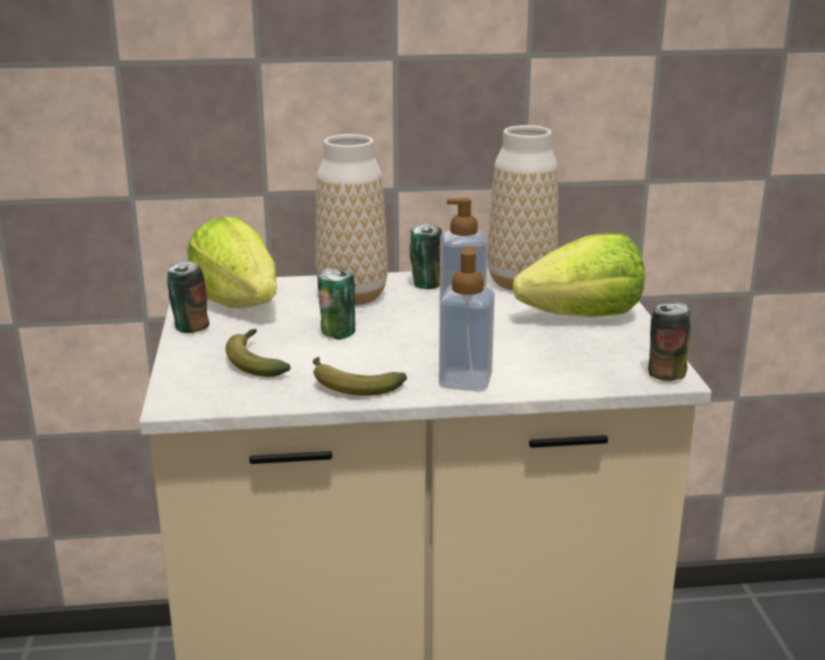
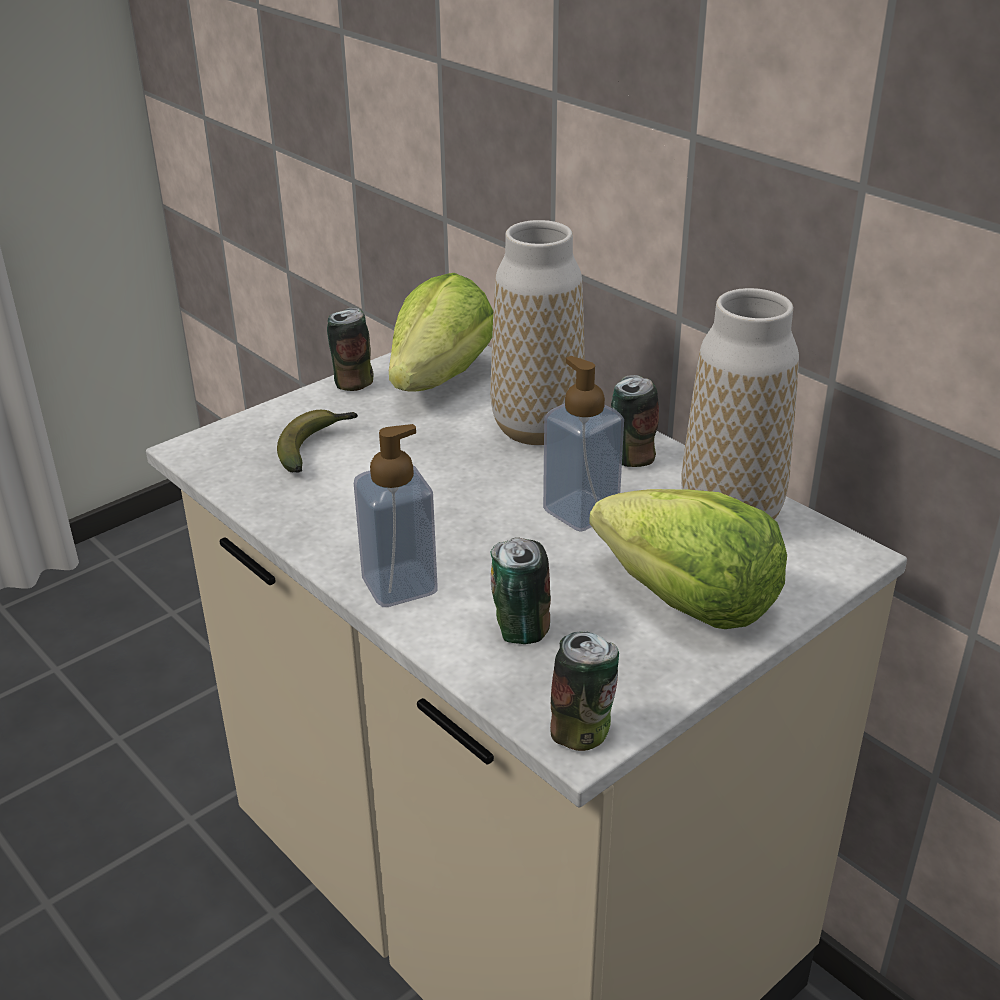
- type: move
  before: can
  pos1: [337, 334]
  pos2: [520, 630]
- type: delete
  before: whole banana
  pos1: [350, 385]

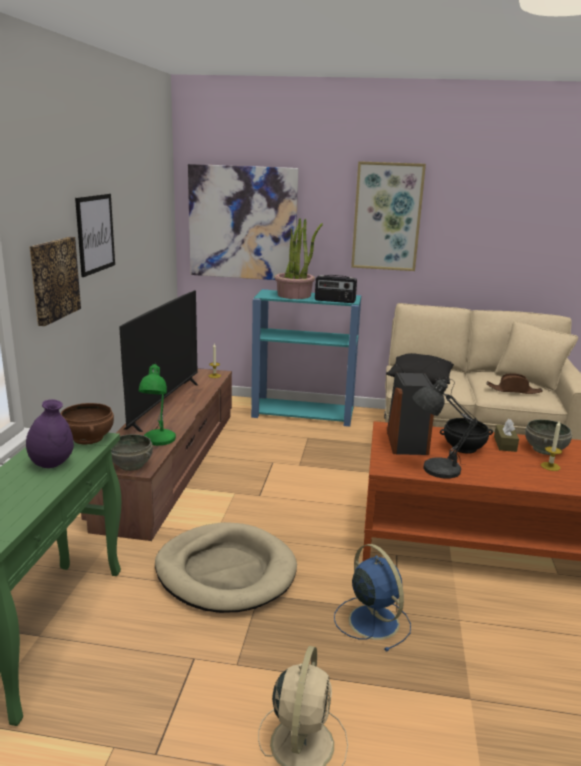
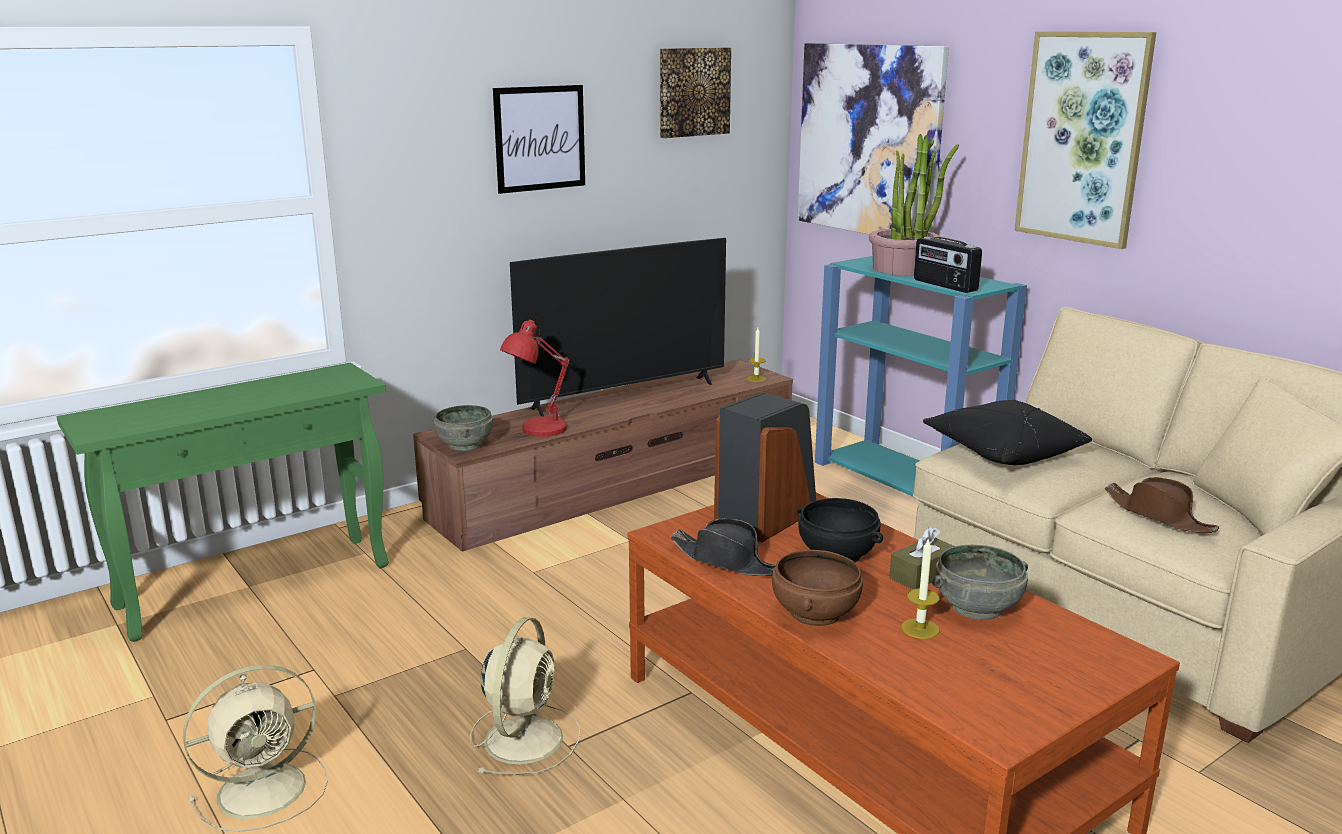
- type: move
  before: picture
  pos1: [53, 279]
  pos2: [693, 92]
- type: recolor
  before: greenish table lamp
  after: reddish table lamp
  pos1: [158, 441]
  pos2: [539, 430]
- type: replace
  before: gray table lamp
  after: black-coloured hat
  pos1: [436, 469]
  pos2: [727, 561]
- type: delete
  before: purple vase
  pos1: [52, 464]
- type: move
  before: brown bowl
  pos1: [87, 438]
  pos2: [814, 613]
- type: delete
  before: beige pet bed
  pos1: [225, 571]
- type: recolor
  before: bluish cooling fan
  after: beige cooling fan
  pos1: [372, 620]
  pos2: [525, 737]

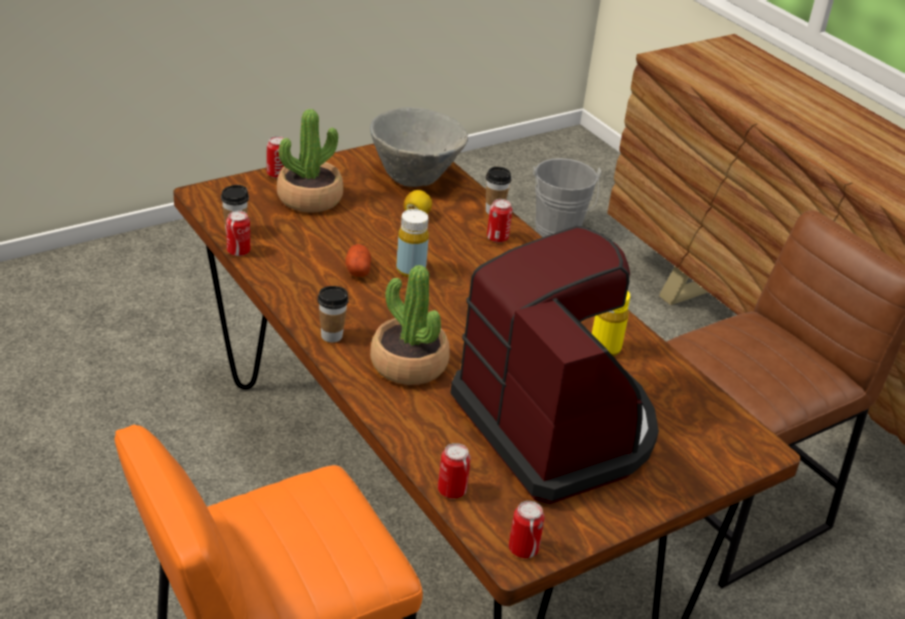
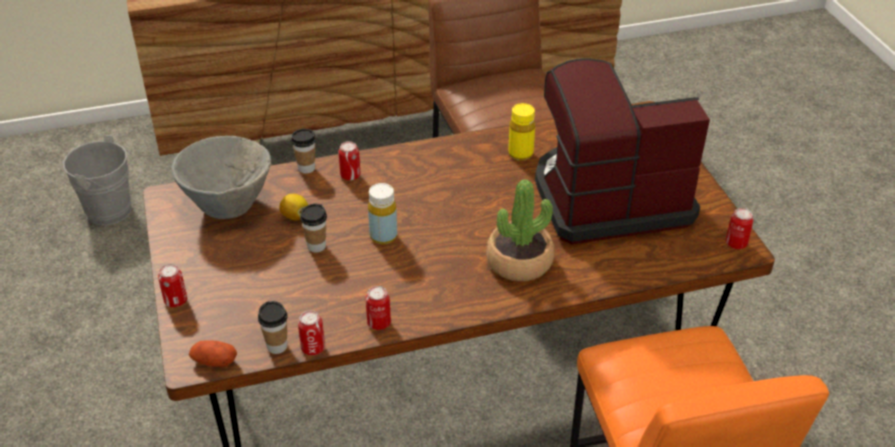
- type: delete
  before: houseplant
  pos1: [309, 198]
- type: move
  before: whole potato
  pos1: [357, 269]
  pos2: [214, 361]
- type: move
  before: cup
  pos1: [331, 336]
  pos2: [316, 246]
- type: move
  before: can
  pos1: [452, 490]
  pos2: [379, 323]

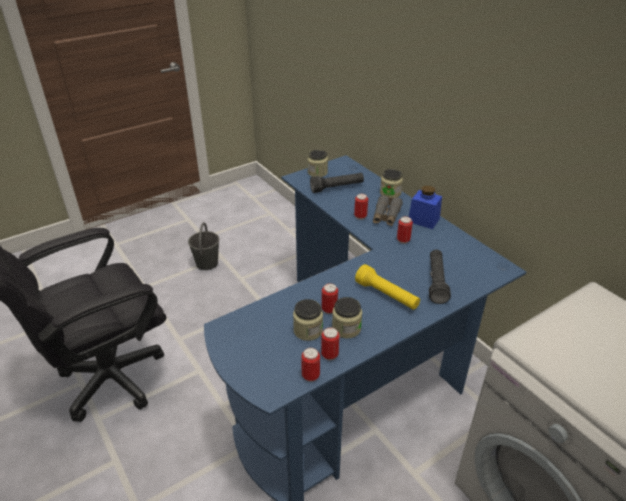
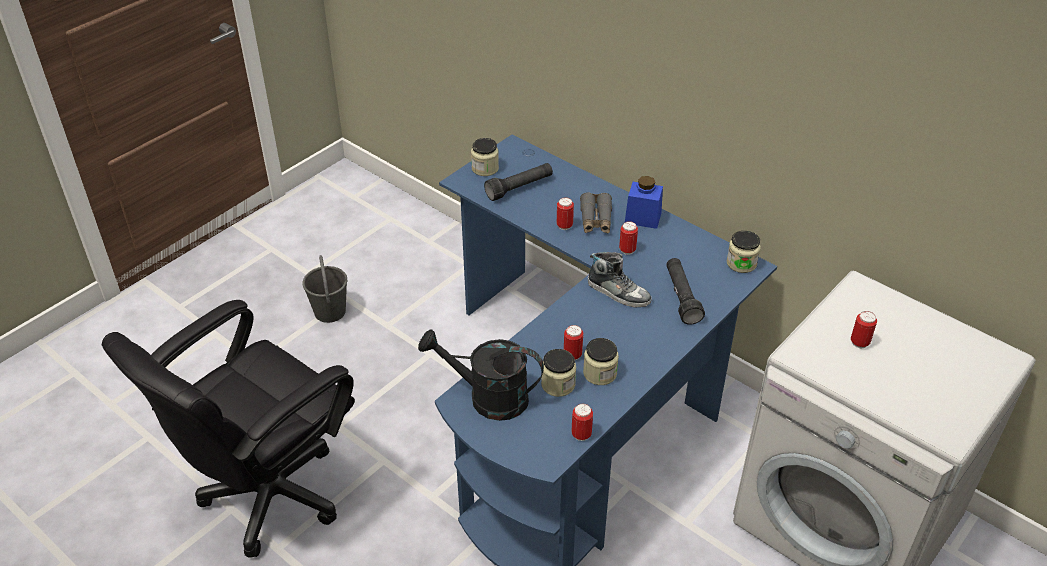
- type: move
  before: preserve jar
  pos1: [390, 193]
  pos2: [741, 263]
- type: delete
  before: yellow-coloured flashlight
  pos1: [387, 295]
- type: move
  before: can
  pos1: [329, 355]
  pos2: [859, 342]
- type: insert
  after: item of footwear
  pos2: [618, 292]
- type: insert
  after: black-coloured watering pot
  pos2: [488, 397]

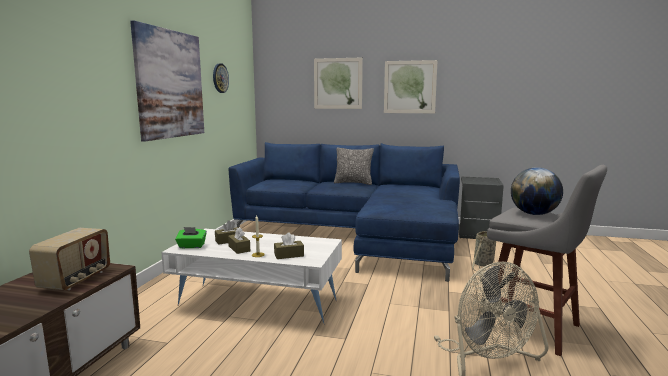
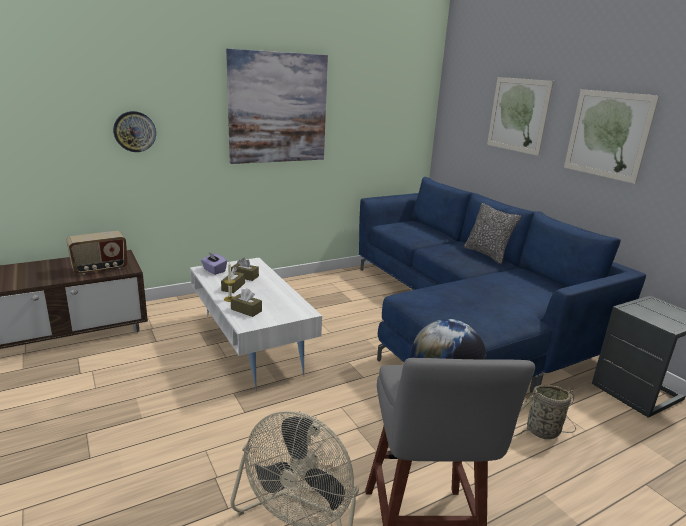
- type: move
  before: wall clock
  pos1: [220, 78]
  pos2: [134, 131]
- type: recolor
  before: greenish box of tissues
  after: purple box of tissues
  pos1: [191, 246]
  pos2: [214, 270]

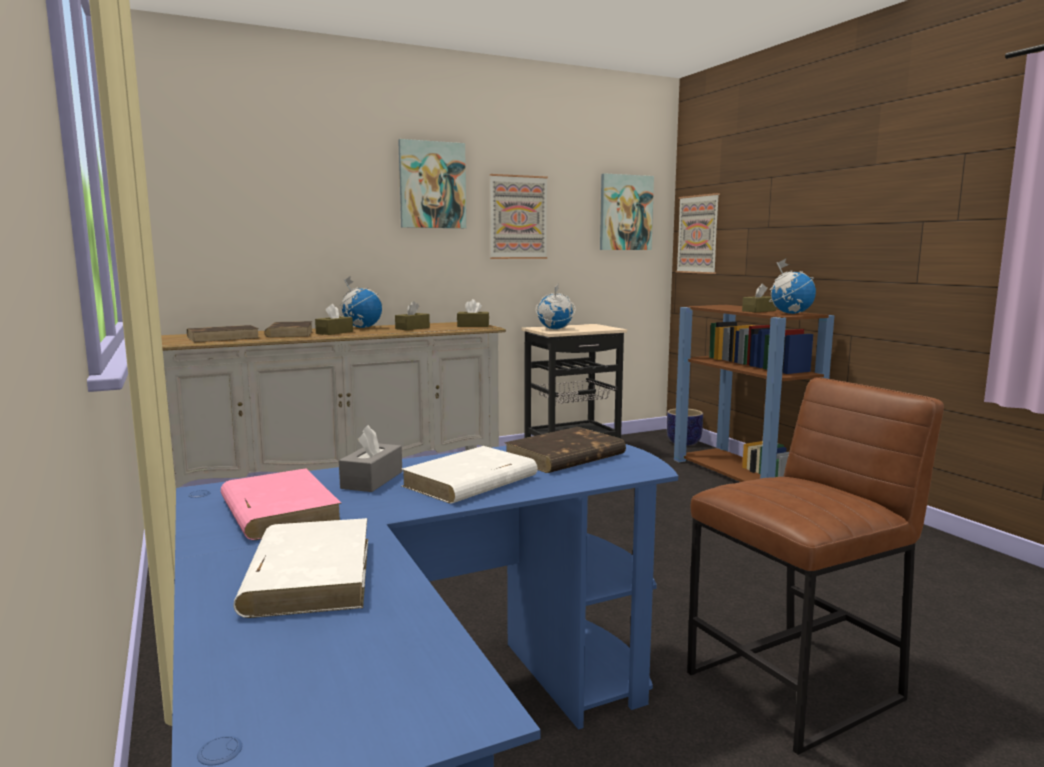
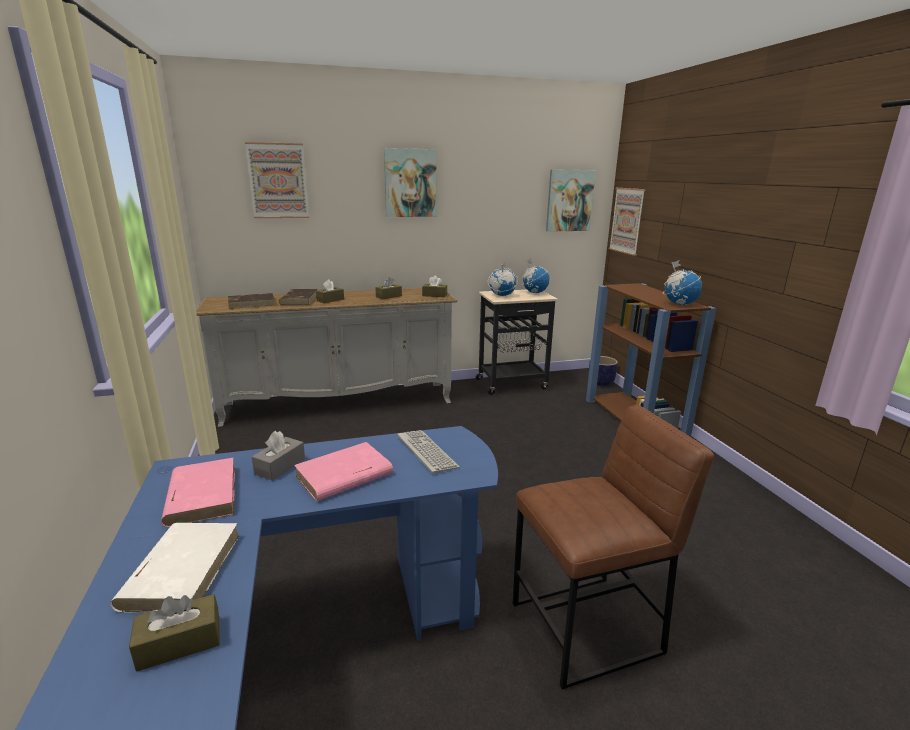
- type: move
  before: picture
  pos1: [518, 217]
  pos2: [278, 181]
- type: move
  before: globe
  pos1: [362, 327]
  pos2: [534, 292]
- type: move
  before: brown box of tissues
  pos1: [759, 311]
  pos2: [180, 643]
- type: replace
  before: brown bound book
  after: computer keyboard
  pos1: [564, 456]
  pos2: [427, 452]
- type: recolor
  before: whitish bound book
  after: pinkish bound book
  pos1: [469, 481]
  pos2: [343, 476]

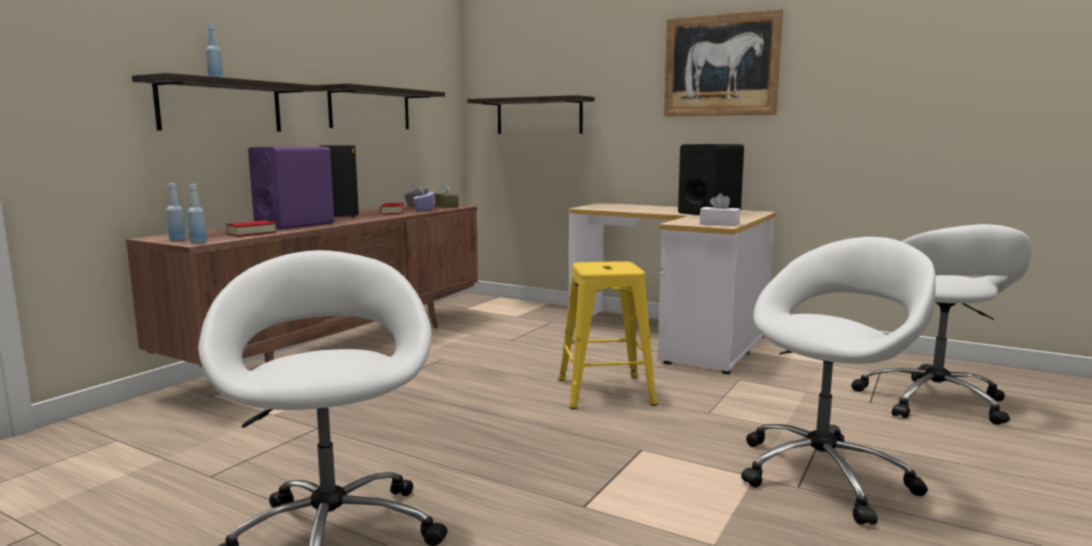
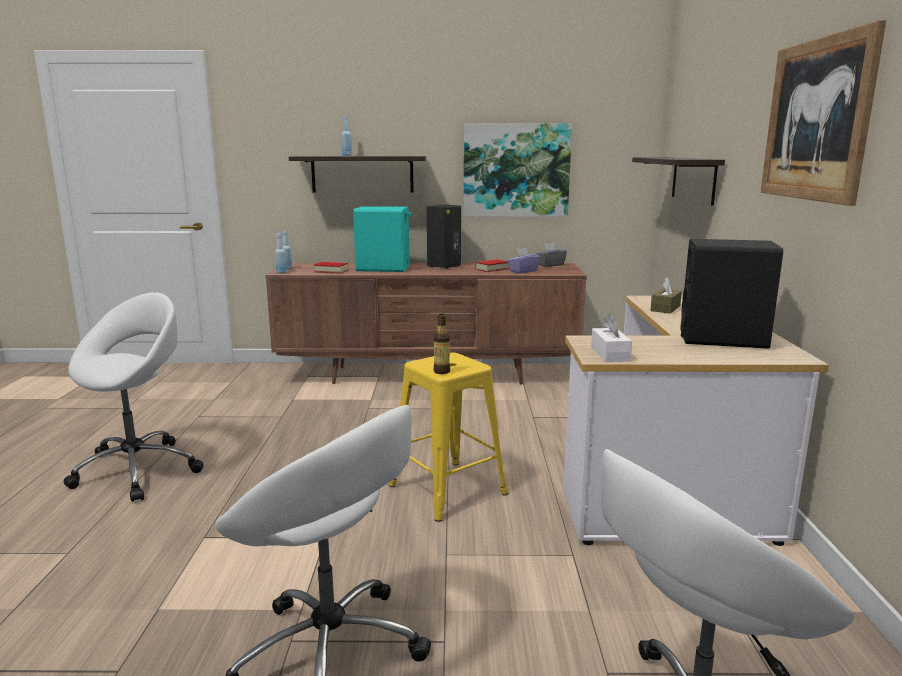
- type: replace
  before: shelf
  after: picture
  pos1: [370, 109]
  pos2: [516, 170]
- type: recolor
  before: purple speaker
  after: blue-green speaker
  pos1: [295, 225]
  pos2: [383, 268]
- type: move
  before: brown box of tissues
  pos1: [446, 206]
  pos2: [665, 308]
- type: insert
  after: beverage bottle
  pos2: [442, 371]

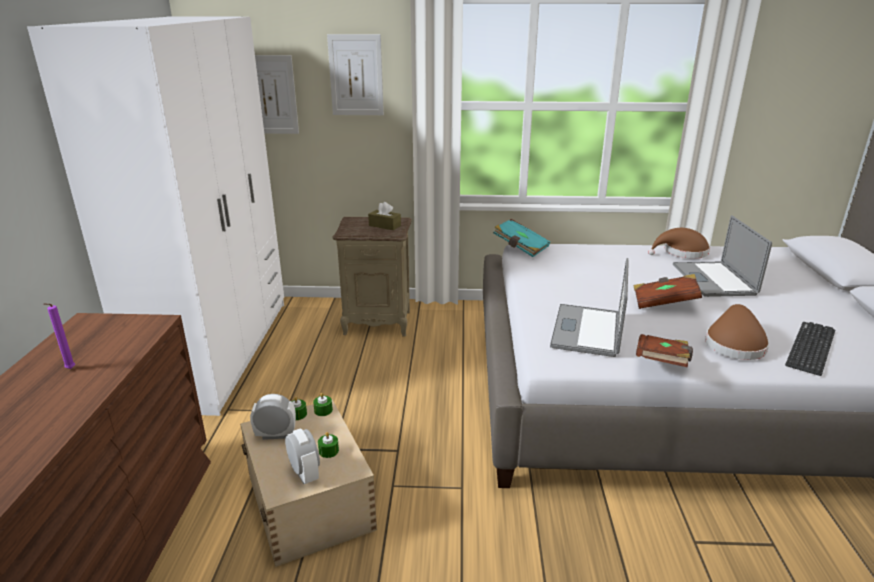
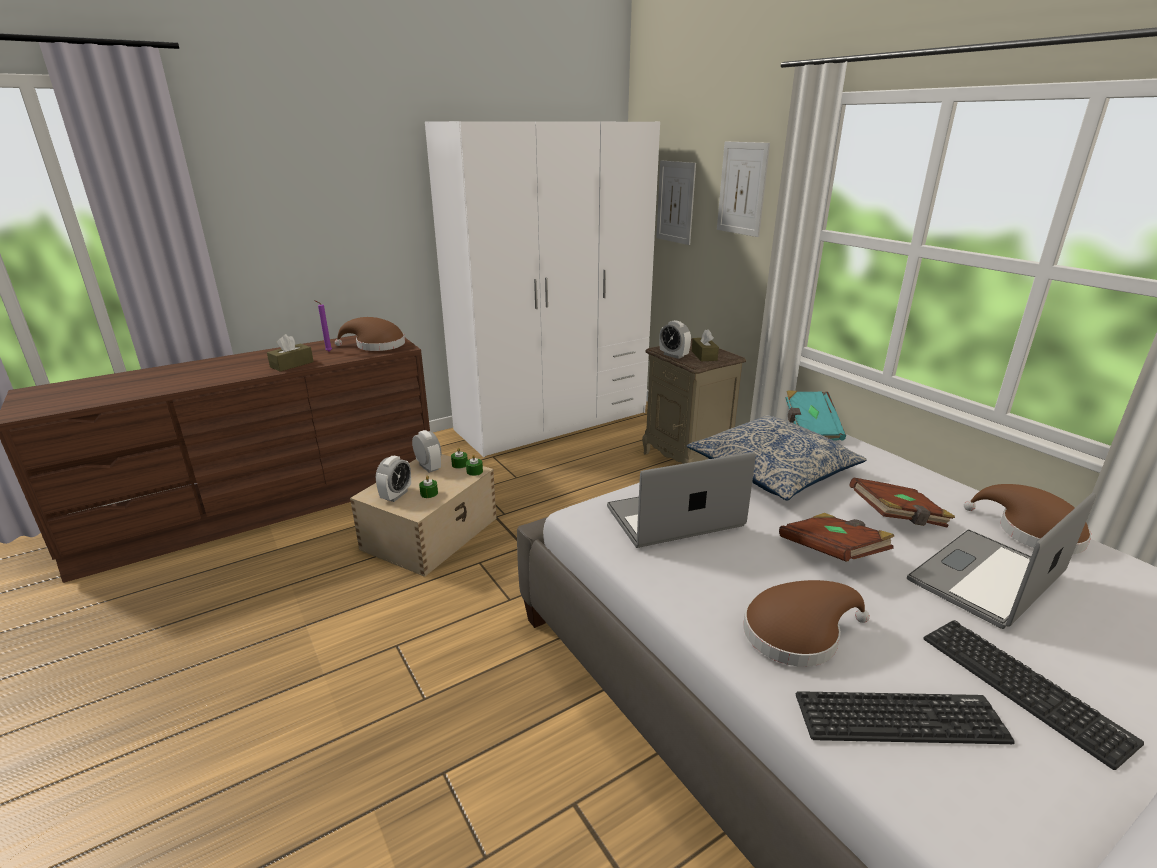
- type: move
  before: brown bound book
  pos1: [662, 363]
  pos2: [897, 518]
- type: insert
  after: brown hat
  pos2: [376, 345]
- type: insert
  after: bedside clock
  pos2: [673, 355]
- type: insert
  after: brown box of tissues
  pos2: [292, 364]
- type: insert
  after: throw pillow
  pos2: [773, 470]
- type: insert
  after: computer keyboard
  pos2: [1022, 687]

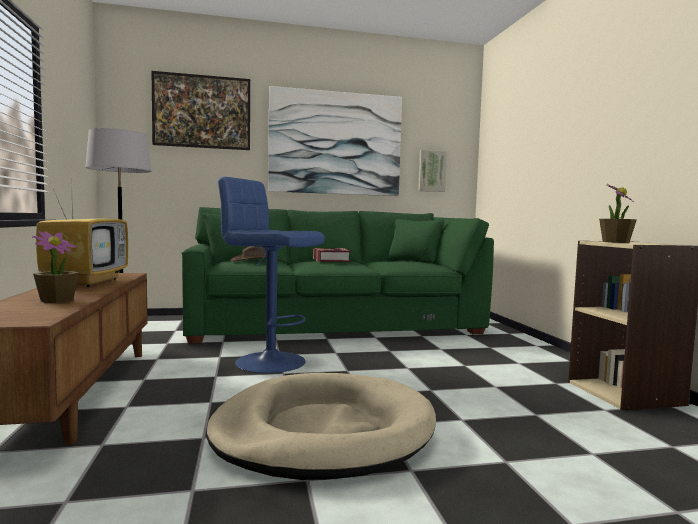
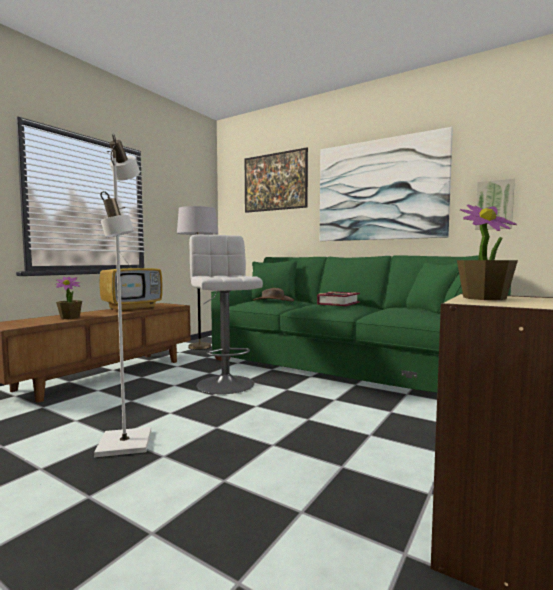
- type: recolor
  before: bluish stool seat
  after: whitish stool seat
  pos1: [270, 362]
  pos2: [226, 384]
- type: replace
  before: beige pet bed
  after: whitish standard lamp
  pos1: [323, 432]
  pos2: [124, 443]

